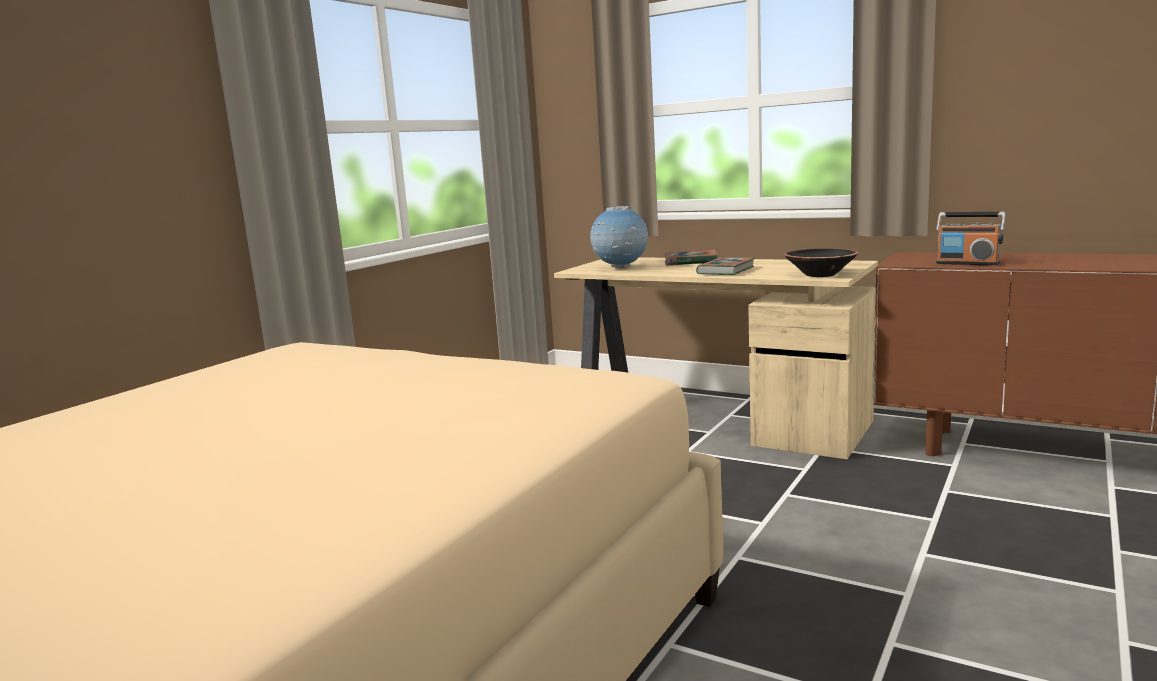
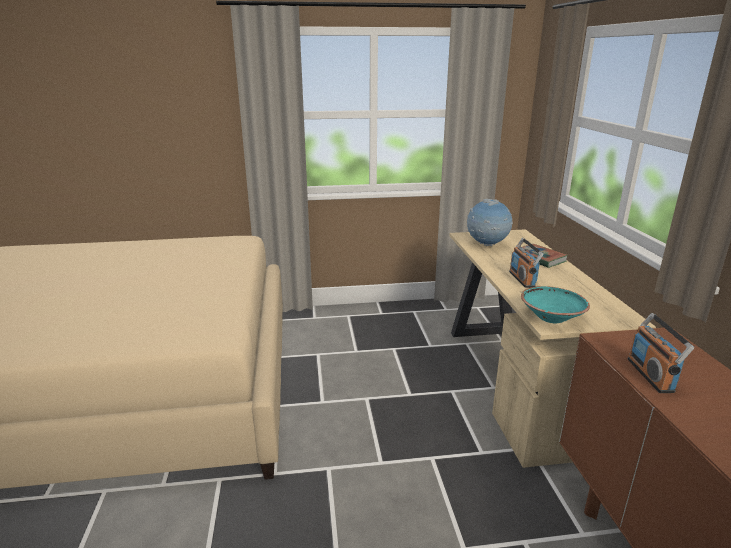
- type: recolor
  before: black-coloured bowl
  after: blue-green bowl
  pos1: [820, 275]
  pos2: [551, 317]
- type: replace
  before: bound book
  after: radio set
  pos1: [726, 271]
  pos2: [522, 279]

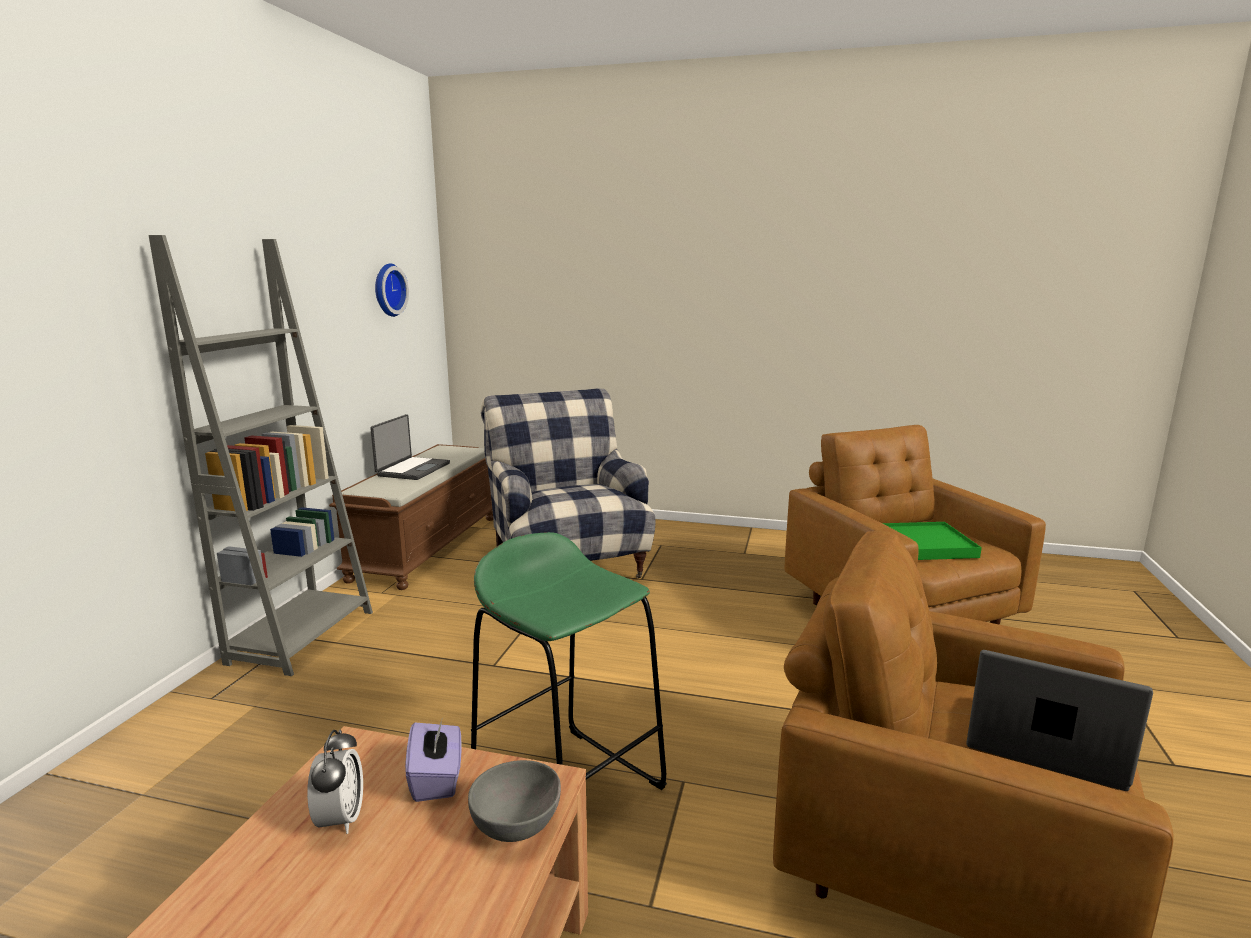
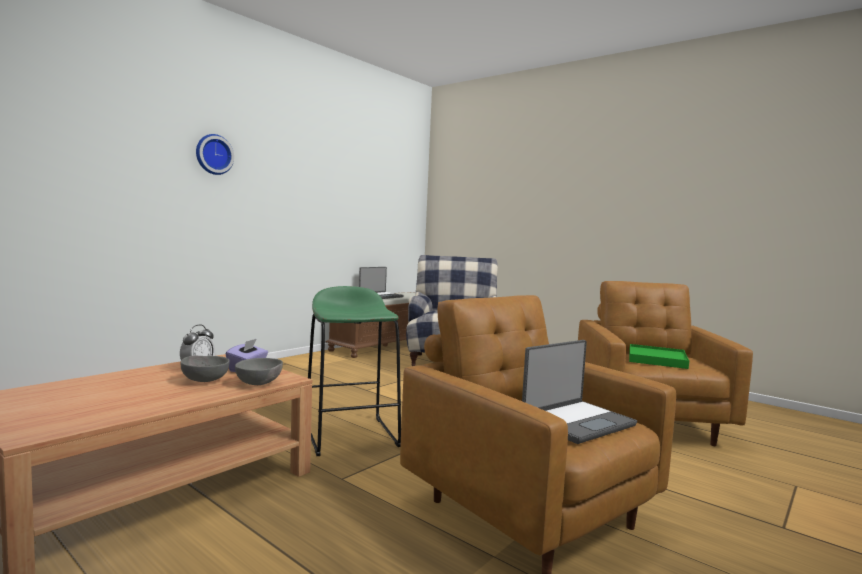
- type: delete
  before: gray bookshelf
  pos1: [301, 637]
- type: move
  before: wall clock
  pos1: [387, 290]
  pos2: [213, 154]
- type: rotate
  before: portable computer
  pos1: [1043, 743]
  pos2: [576, 422]
  turn: 90
- type: insert
  after: gray bowl
  pos2: [205, 380]

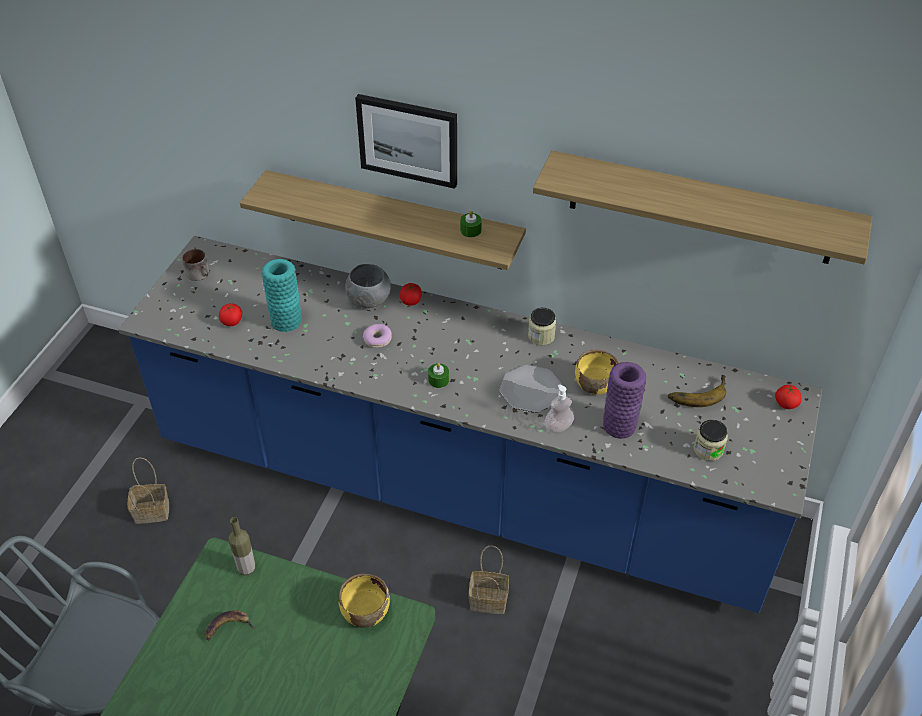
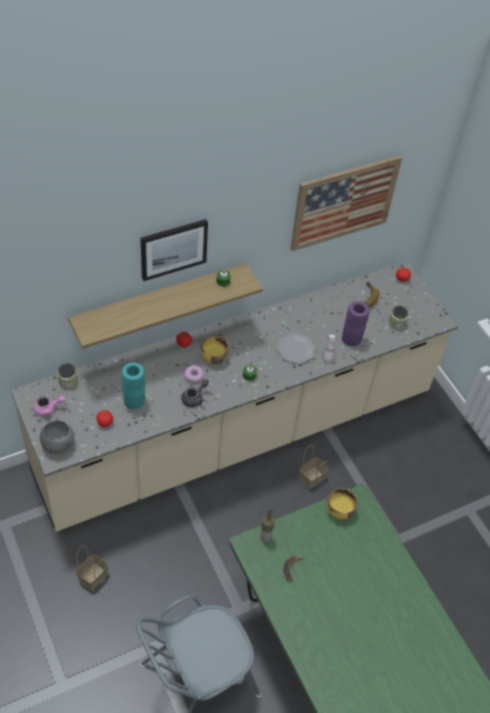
- type: replace
  before: shelf
  after: picture
  pos1: [701, 208]
  pos2: [344, 202]
- type: recolor
  before: bluish kitchen base unit
  after: beige kitchen base unit
  pos1: [461, 486]
  pos2: [236, 433]
- type: replace
  before: coffee mug
  after: pinkish pot for tea
  pos1: [200, 274]
  pos2: [48, 409]
- type: move
  before: gray bowl
  pos1: [368, 300]
  pos2: [58, 445]
- type: move
  before: preserve jar
  pos1: [541, 336]
  pos2: [68, 381]
- type: move
  before: yellow-coloured bowl
  pos1: [594, 385]
  pos2: [214, 357]
- type: insert
  after: gray pot for tea
  pos2: [194, 398]

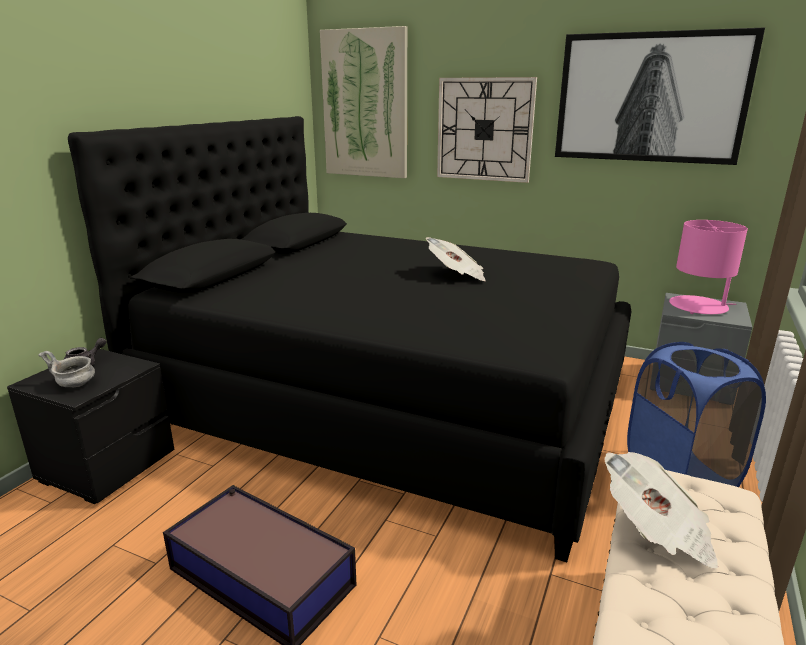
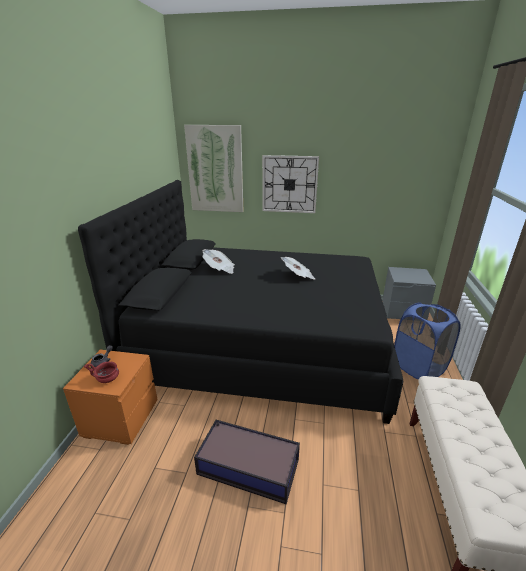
- type: delete
  before: picture
  pos1: [650, 98]
- type: delete
  before: pinkish table lamp
  pos1: [699, 306]
- type: recolor
  before: black-coloured night table
  after: orange-coloured night table
  pos1: [105, 466]
  pos2: [120, 418]
- type: recolor
  before: gray bowl
  after: reddish bowl
  pos1: [74, 385]
  pos2: [107, 379]
- type: move
  before: daily paper
  pos1: [657, 532]
  pos2: [219, 269]

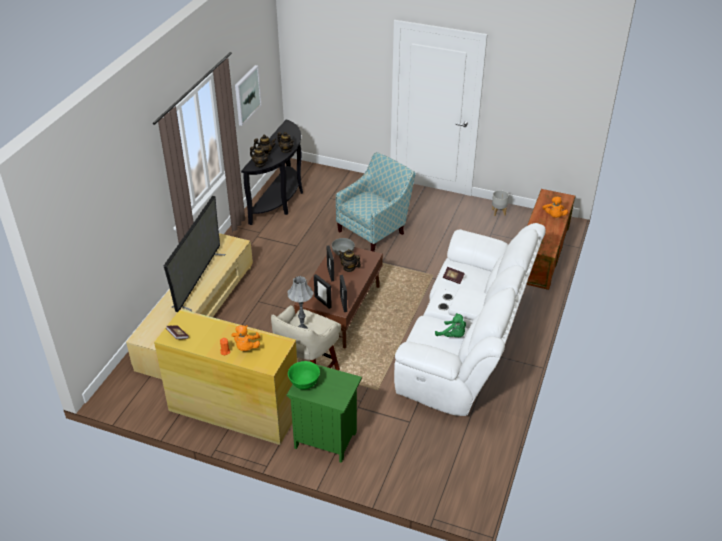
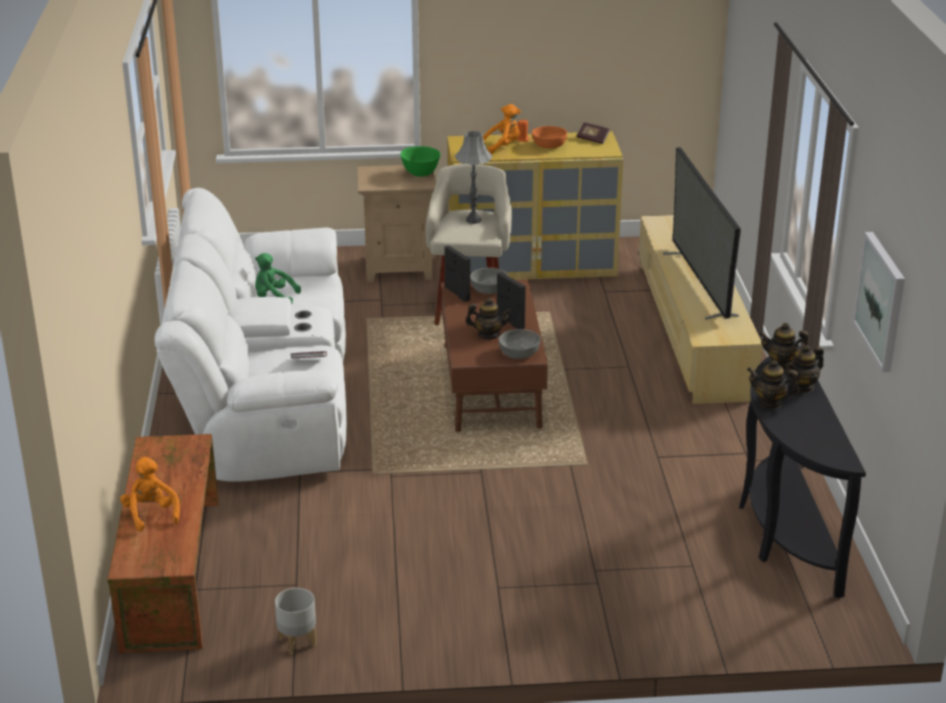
- type: delete
  before: easy chair
  pos1: [375, 229]
- type: replace
  before: picture frame
  after: gray bowl
  pos1: [323, 302]
  pos2: [489, 289]
- type: rotate
  before: orange-coloured soft toy
  pos1: [246, 347]
  pos2: [502, 146]
  turn: 90
- type: recolor
  before: greenish night table
  after: beige night table
  pos1: [325, 438]
  pos2: [400, 269]
- type: insert
  after: orange-coloured bowl
  pos2: [549, 145]

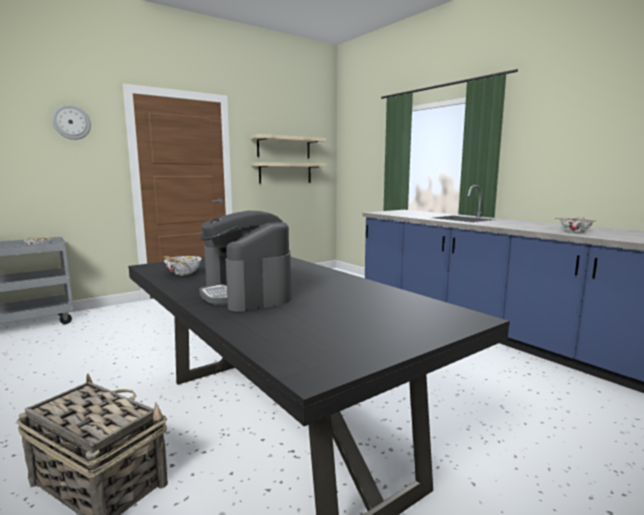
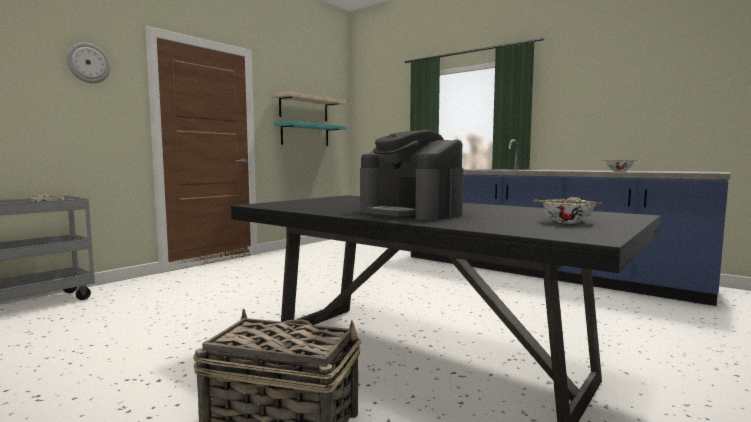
- type: recolor
  before: beige shelf
  after: blue-green shelf
  pos1: [285, 173]
  pos2: [305, 135]
- type: move
  before: bowl
  pos1: [183, 273]
  pos2: [567, 222]

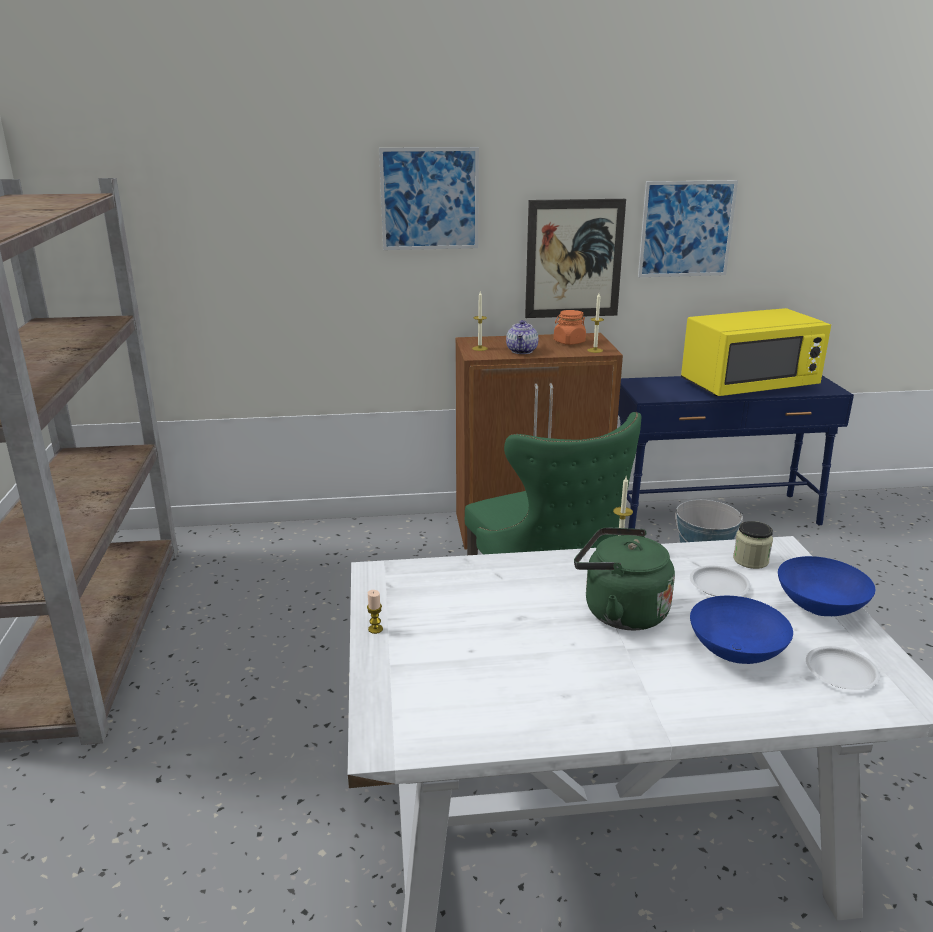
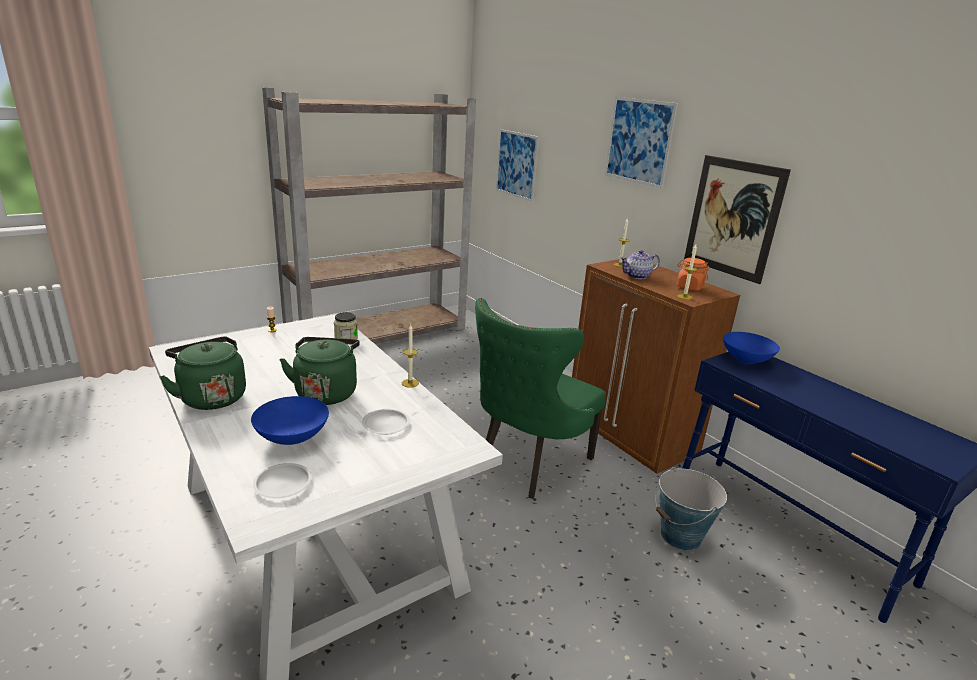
- type: move
  before: picture
  pos1: [686, 229]
  pos2: [516, 164]
- type: delete
  before: yellow-coloured microwave oven
  pos1: [748, 386]
- type: move
  before: preserve jar
  pos1: [750, 560]
  pos2: [346, 338]
- type: move
  before: bluish bowl
  pos1: [821, 608]
  pos2: [747, 360]
- type: insert
  after: greenish tea kettle
  pos2: [211, 397]

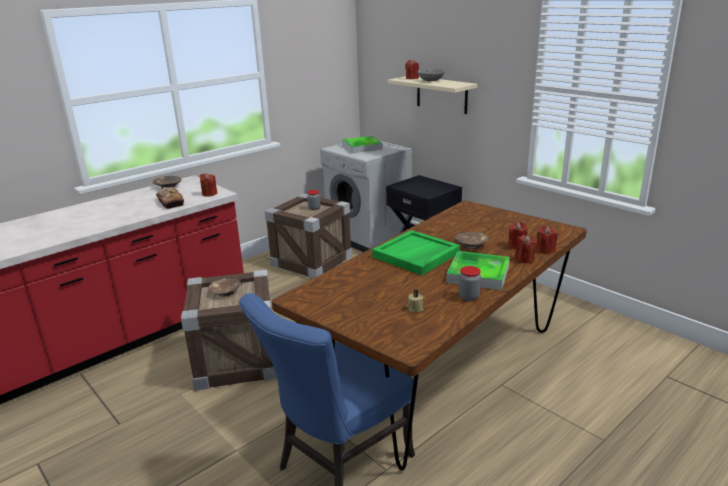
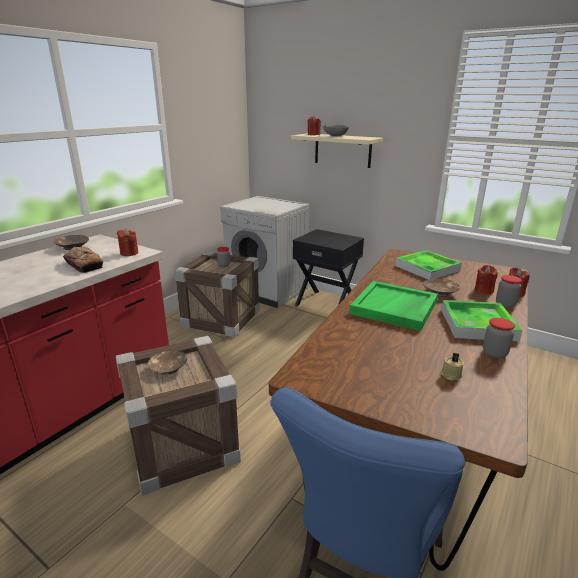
- type: move
  before: tray
  pos1: [362, 147]
  pos2: [427, 268]
- type: replace
  before: reddish candle
  after: preserve jar
  pos1: [524, 259]
  pos2: [505, 304]

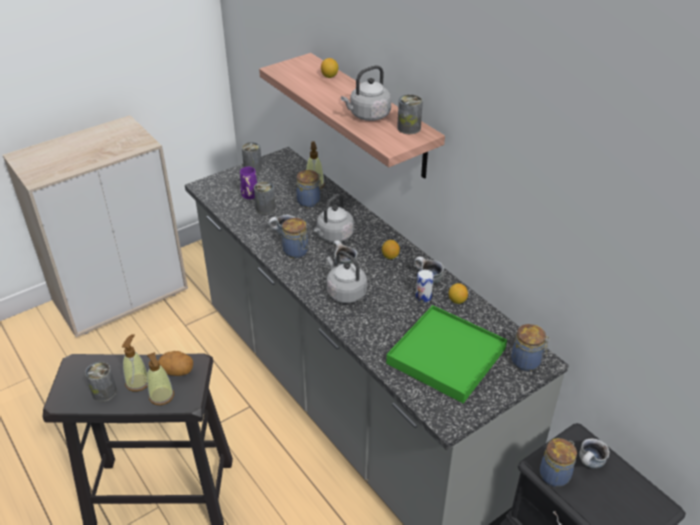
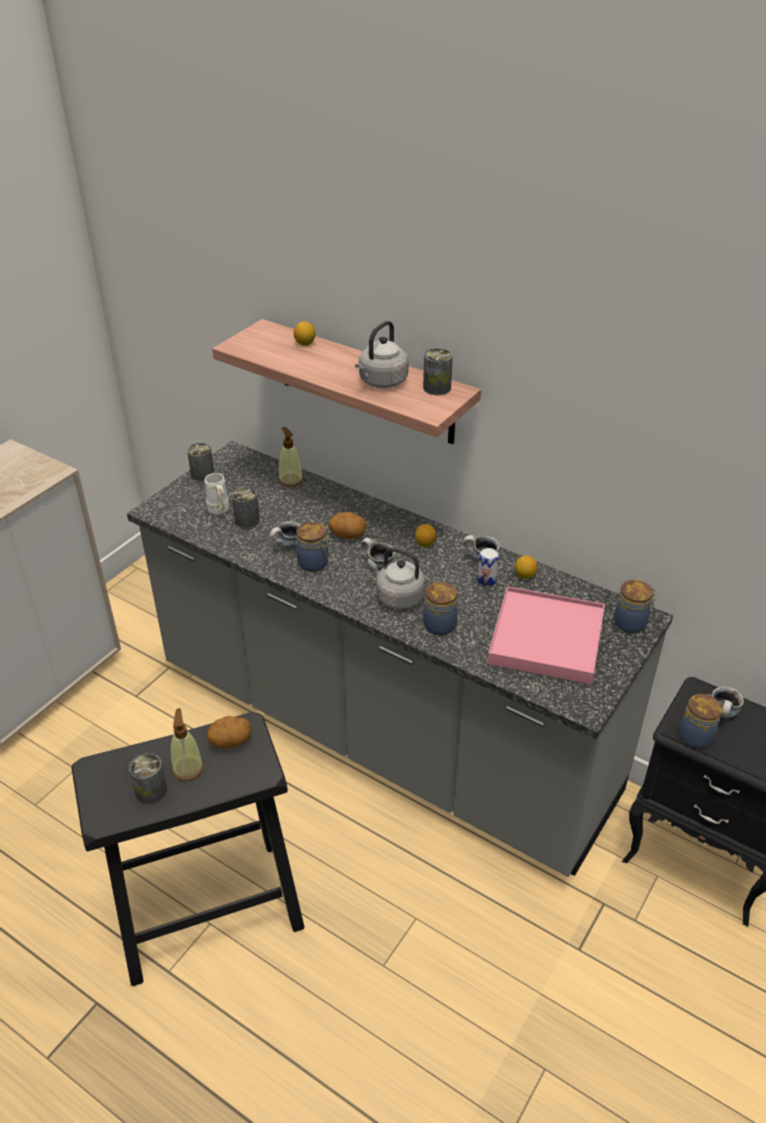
- type: recolor
  before: purple coffee mug
  after: whitish coffee mug
  pos1: [249, 197]
  pos2: [219, 511]
- type: move
  before: preserve jar
  pos1: [309, 201]
  pos2: [441, 624]
- type: replace
  before: gray tea kettle
  after: whole potato
  pos1: [333, 236]
  pos2: [347, 535]
- type: recolor
  before: greenish tray
  after: pinkish tray
  pos1: [446, 356]
  pos2: [546, 639]
- type: delete
  before: soap dispenser
  pos1: [161, 396]

